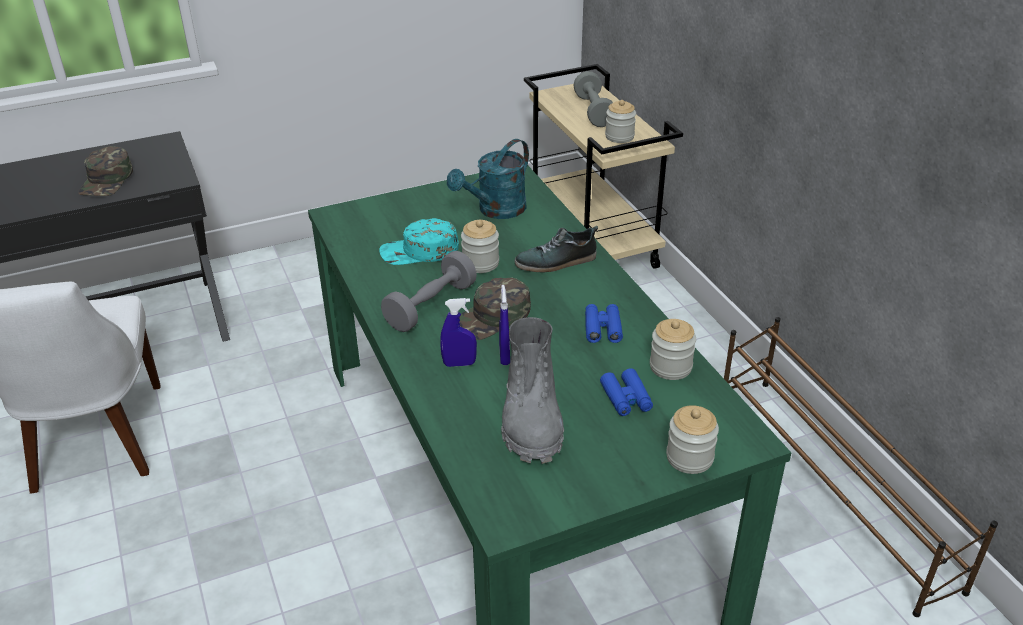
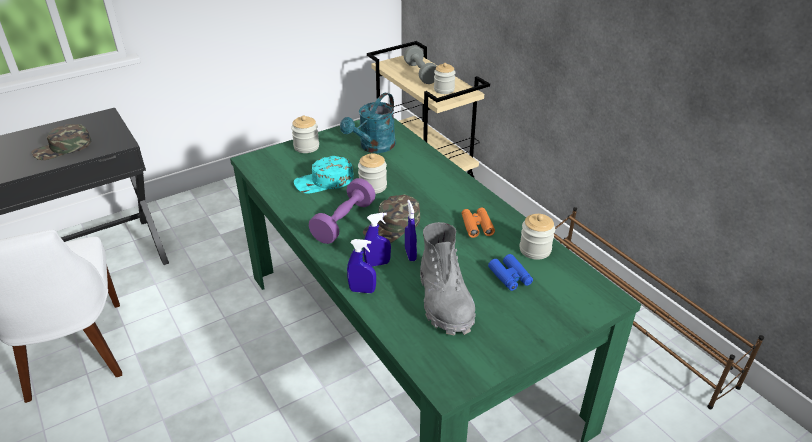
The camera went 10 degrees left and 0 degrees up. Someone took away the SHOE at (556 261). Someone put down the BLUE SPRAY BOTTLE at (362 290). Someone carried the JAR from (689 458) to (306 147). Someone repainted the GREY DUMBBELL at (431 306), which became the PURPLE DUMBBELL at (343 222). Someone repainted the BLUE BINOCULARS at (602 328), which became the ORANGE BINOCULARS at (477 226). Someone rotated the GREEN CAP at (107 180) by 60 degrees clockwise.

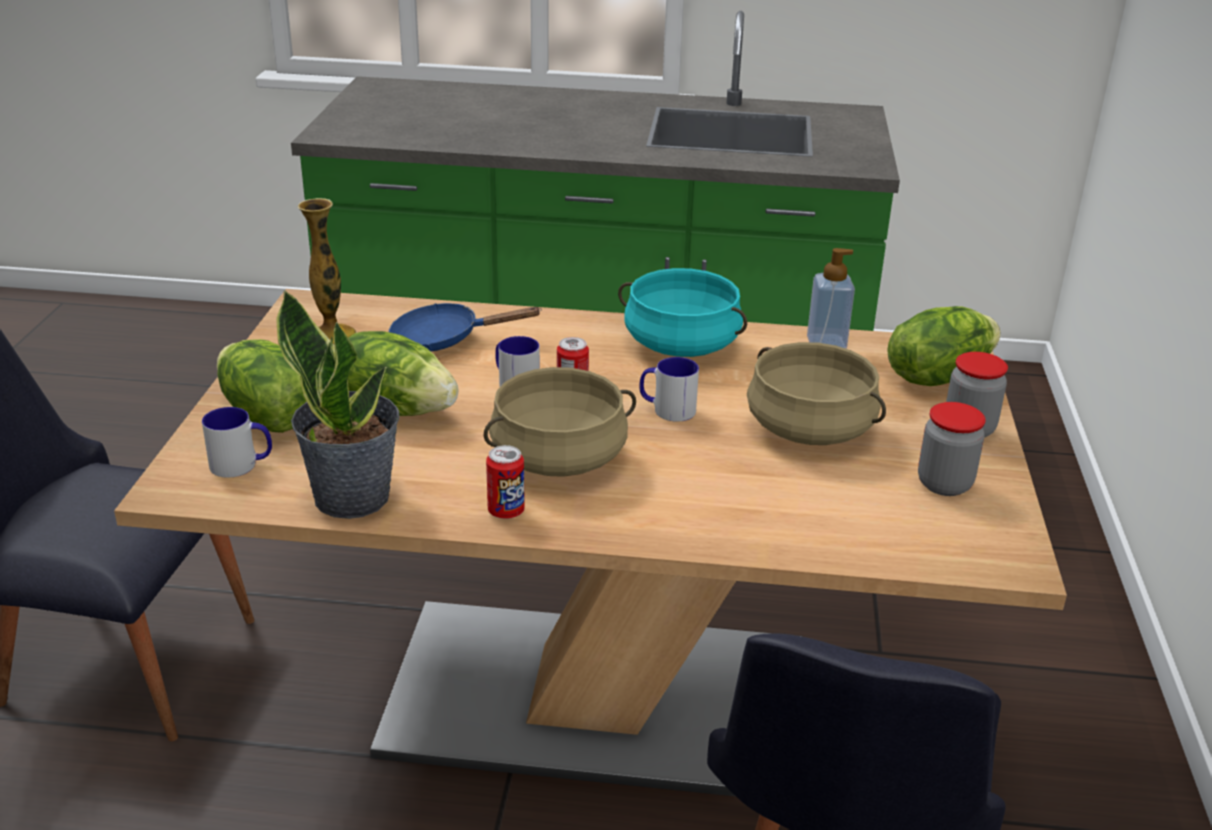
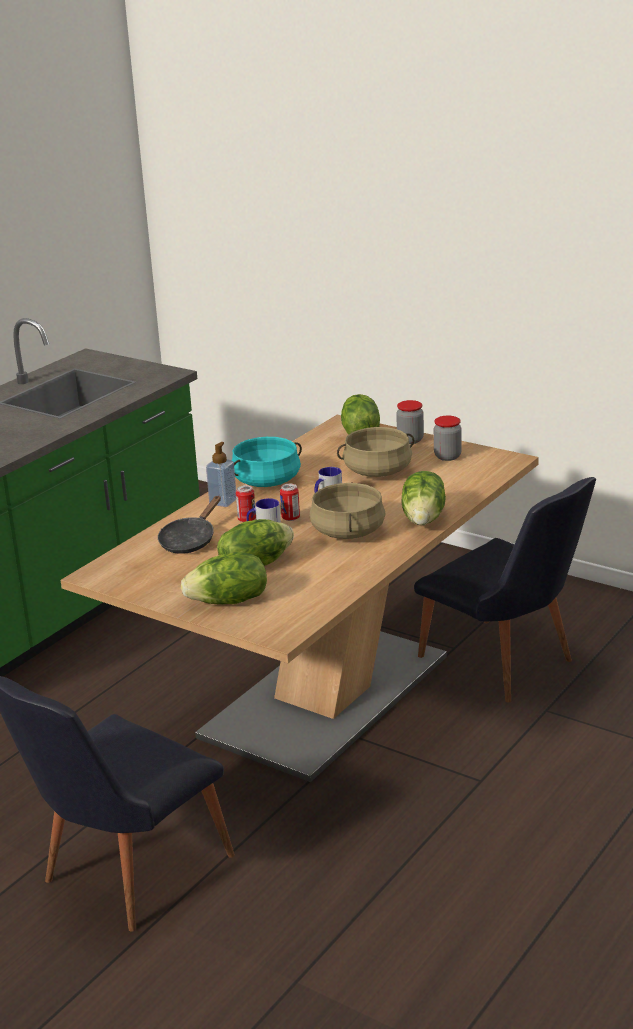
The camera went 60 degrees left and 5 degrees down. Someone took away the MUG at (242 465). Someone took away the POTTED PLANT at (353 496). Someone took away the VASE at (332 335). Someone put down the LETTUCE at (424 519). Someone carried the CAN from (506 511) to (247 520). Someone carried the SOAP DISPENSER from (826 343) to (223 502). Someone repainted the BLUE FRYING PAN at (444 339), which became the BLACK FRYING PAN at (190 540).

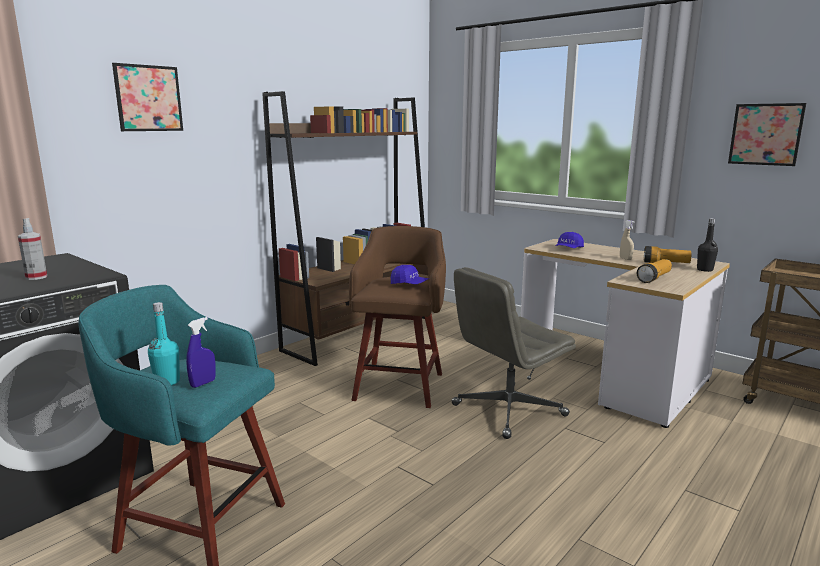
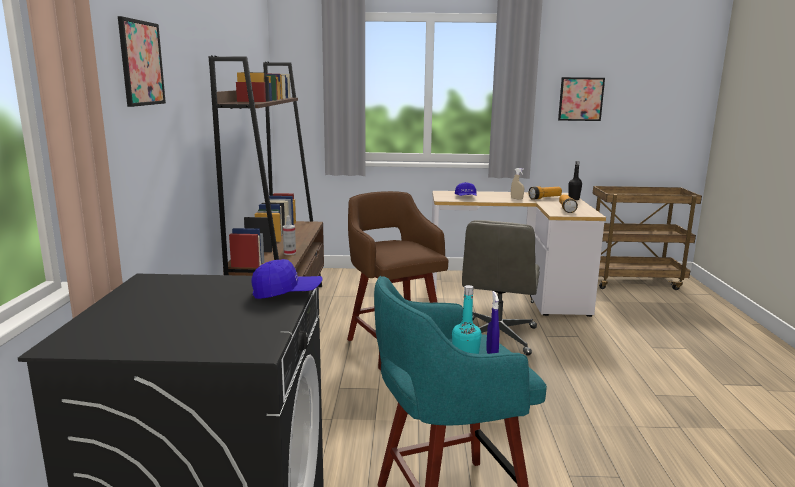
The camera went 40 degrees left and 0 degrees up. Someone carried the SPRAY BOTTLE from (36 277) to (289 253). Someone carried the BLUE CAP from (409 285) to (287 293).

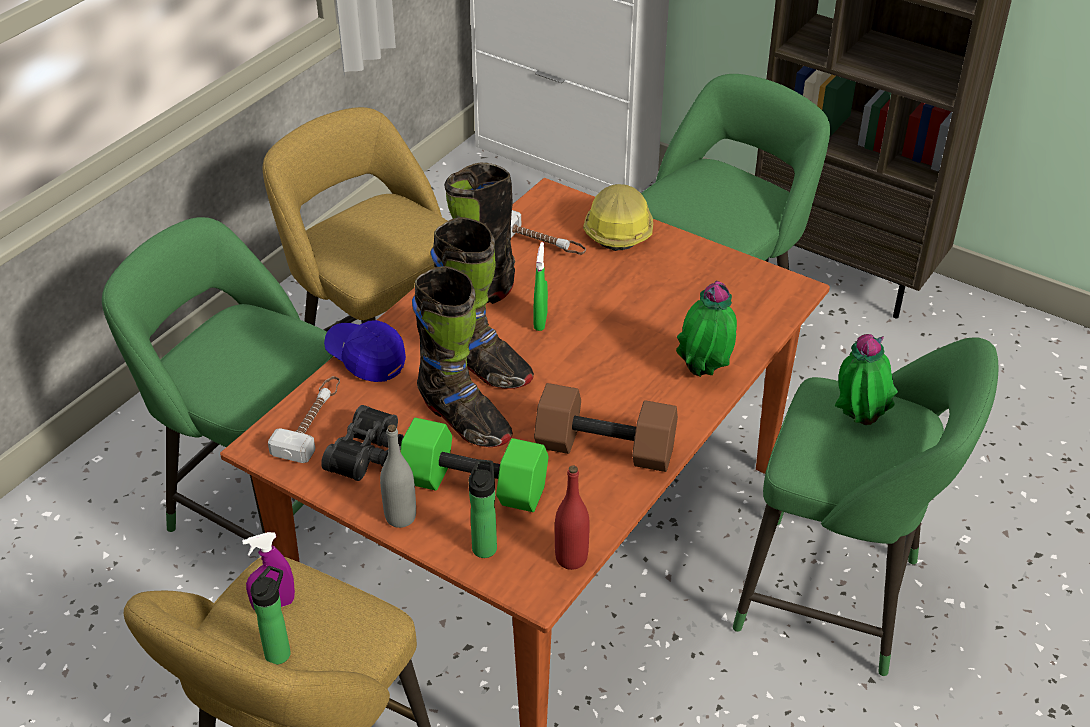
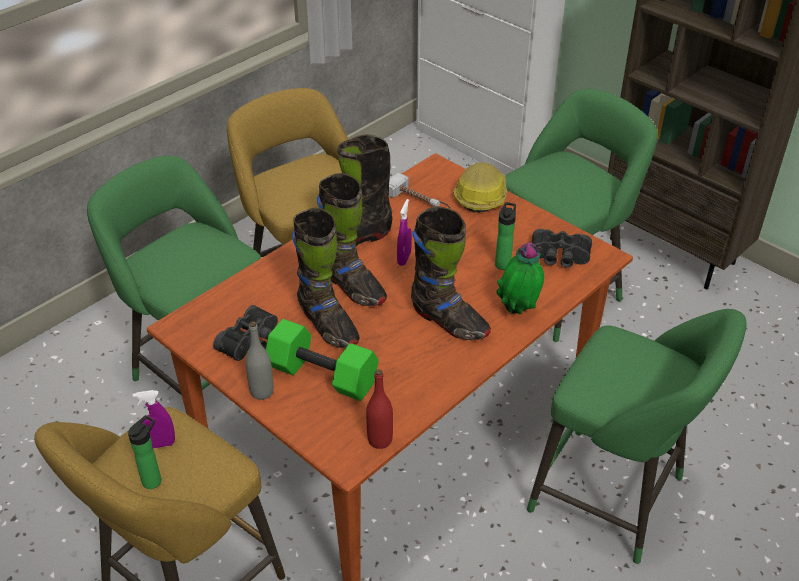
The camera went 10 degrees right and 0 degrees up. Someone took away the HAMMER at (312 423). Someone took away the BLUE CAP at (366 358). Someone took away the BROWN DUMBBELL at (607 447). Someone took away the POTTED PLANT at (858 419). Someone put down the BLACK BOOT at (449 322). Someone put down the BLACK BINOCULARS at (559 257). Someone carried the BOTTLE from (485 545) to (503 263). Someone repainted the GREEN SPRAY BOTTLE at (540 321), which became the PURPLE SPRAY BOTTLE at (404 258).

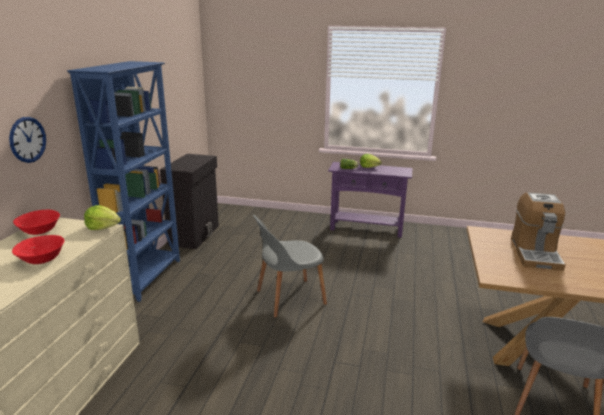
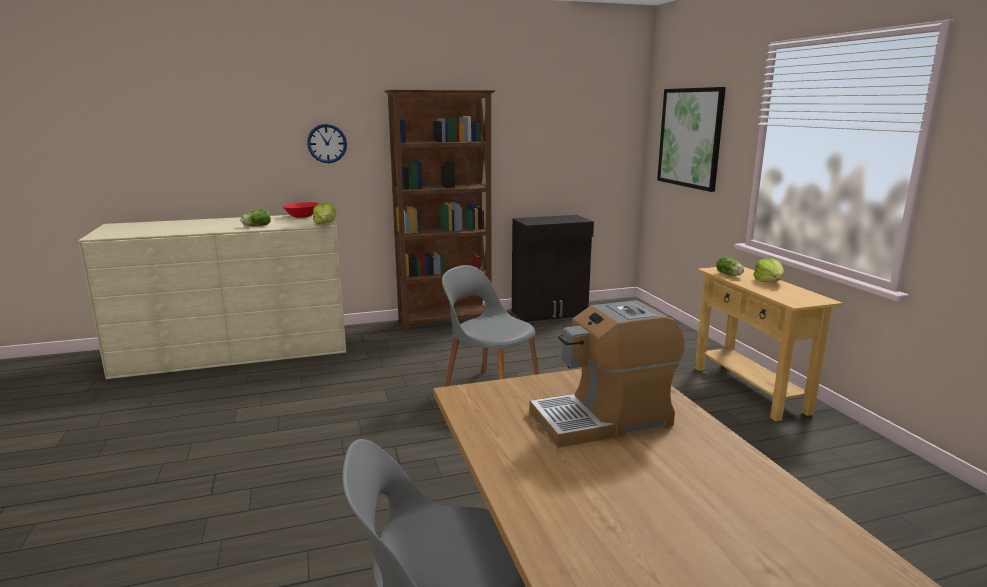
The camera went 60 degrees right and 5 degrees down. Someone put up the PICTURE at (690 138). Someone swapped the RED BOWL at (42 259) for the LETTUCE at (256 226). Someone repainted the BLUE BOOKCASE at (147 277), which became the BROWN BOOKCASE at (445 322). Someone repainted the PURPLE CONSOLE TABLE at (366 228), which became the BEIGE CONSOLE TABLE at (749 389).

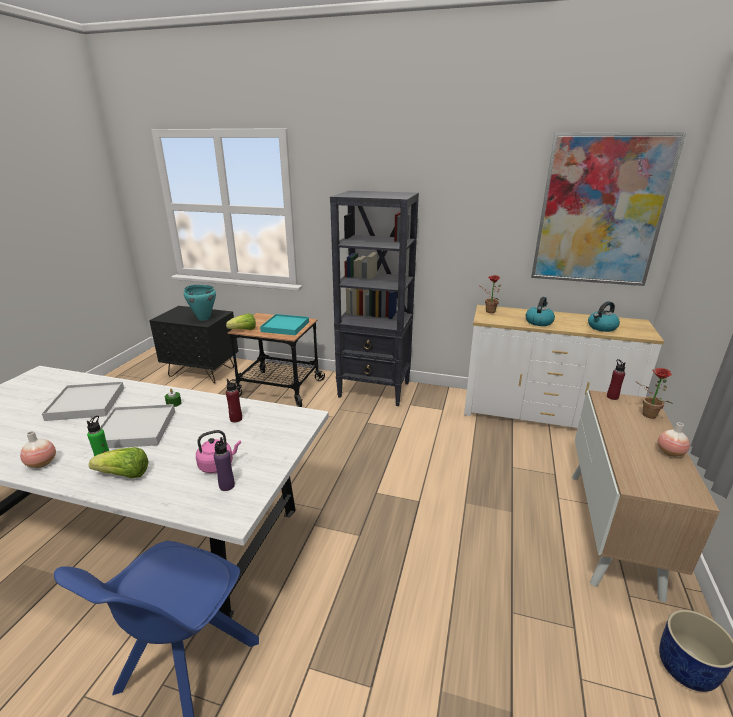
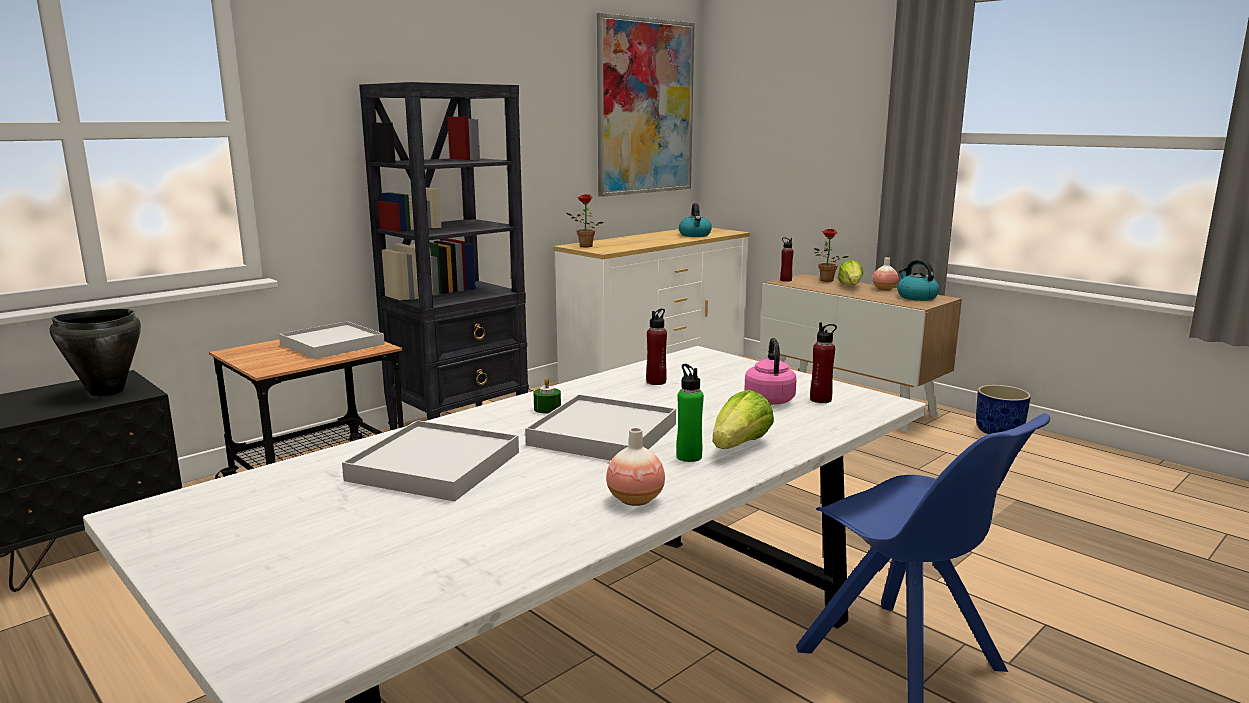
The camera went 60 degrees left and 10 degrees down. Someone carried the LETTUCE from (243 330) to (850 287). Someone carried the KETTLE from (538 322) to (916 297). Someone repainted the TURQUOISE COOKING POT at (203 318), which became the BLACK COOKING POT at (106 392). Someone repainted the PURPLE BOTTLE at (227 486), which became the RED BOTTLE at (820 399). Someone repainted the TURQUOISE TRAY at (285 326), which became the WHITE TRAY at (332 344).

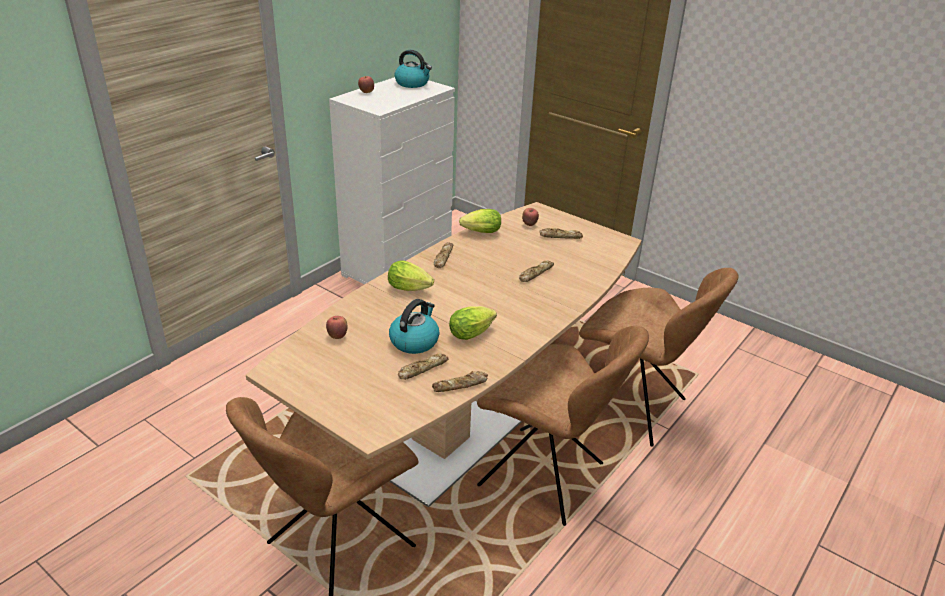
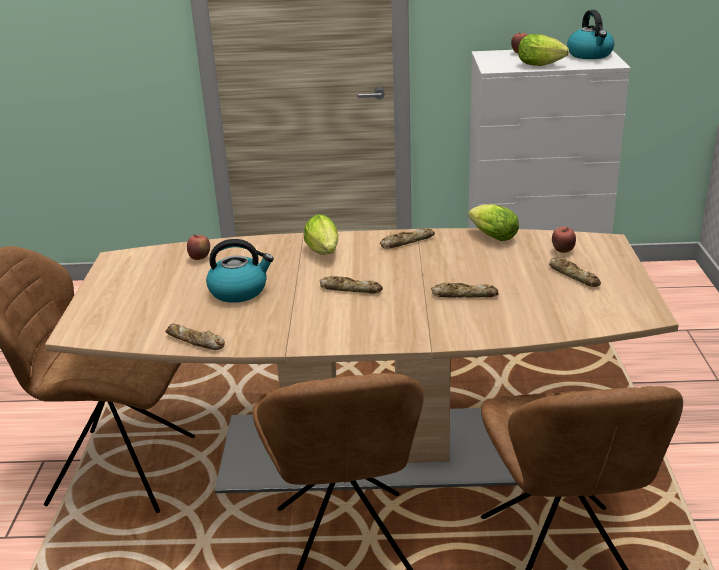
The camera went 55 degrees right and 5 degrees down. Someone carried the BREAD from (422 369) to (350 289). Someone carried the LETTUCE from (473 333) to (542 65).

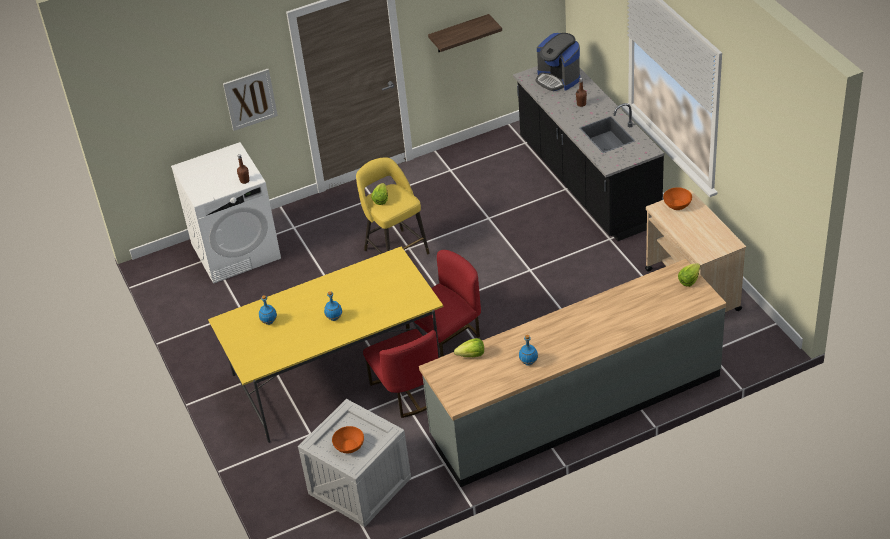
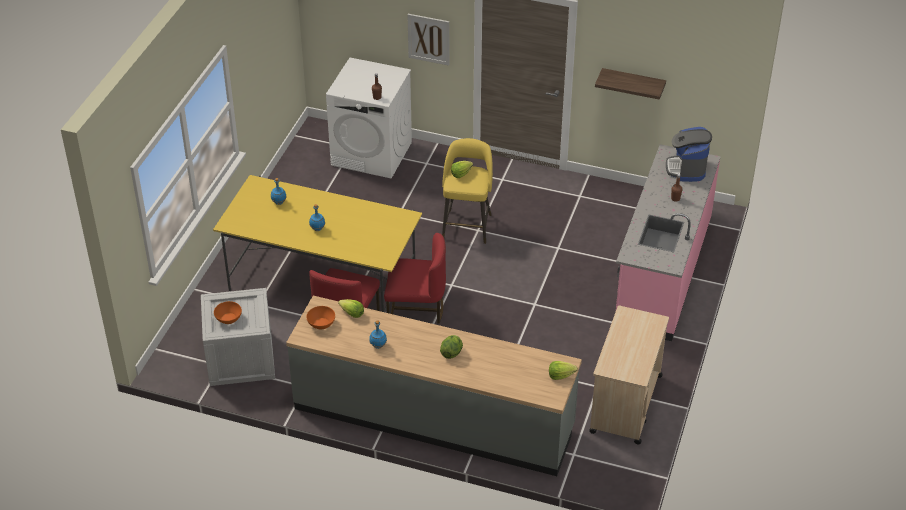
The camera went 40 degrees right and 0 degrees up. Someone put down the LETTUCE at (451 352). Someone carried the ORANGE BOWL from (677 205) to (321 323). Someone repainted the BLACK COUNTER at (587 183), which became the PINK COUNTER at (661 273).

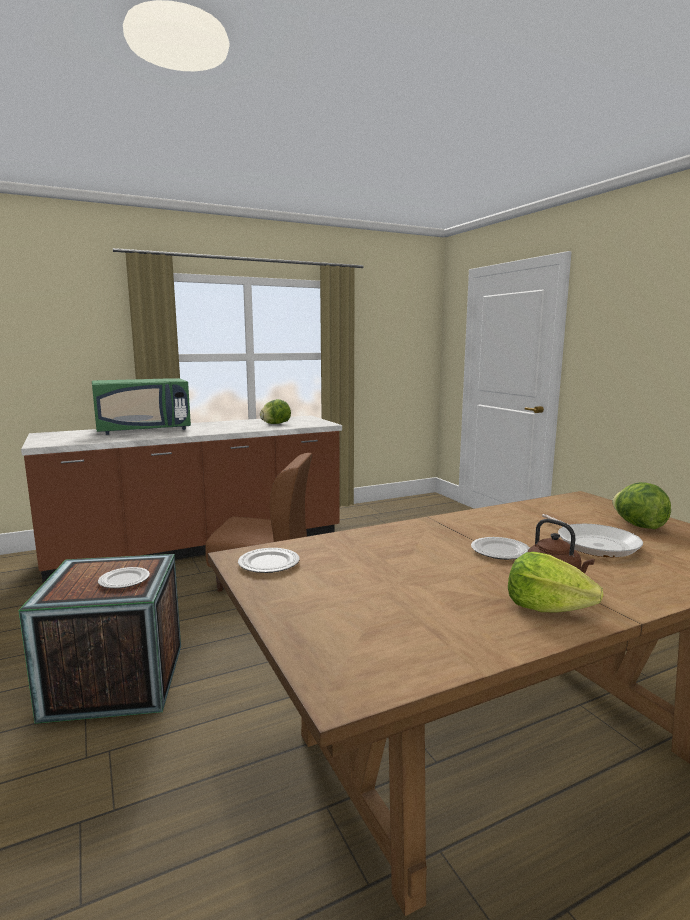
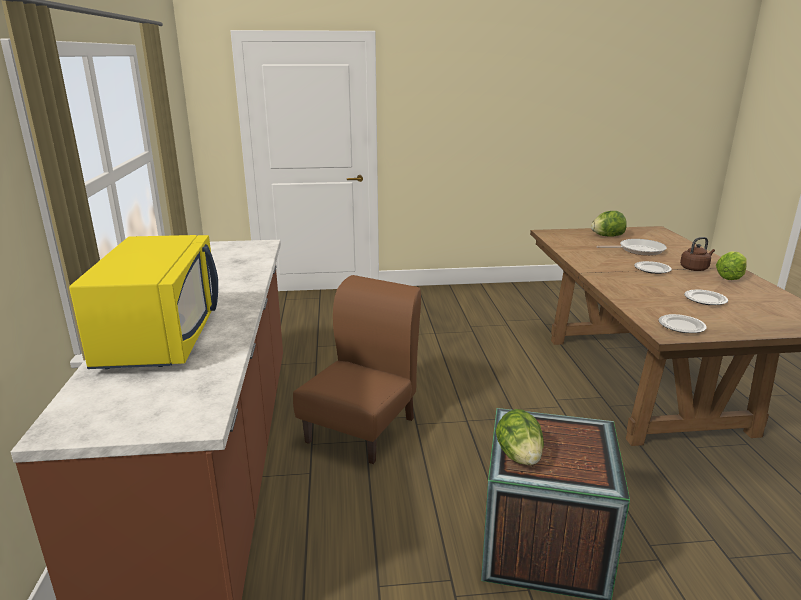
The camera went 70 degrees left and 10 degrees up. Someone carried the PLATE from (124 580) to (704 299). Someone carried the LETTUCE from (275 424) to (519 456). Someone repainted the GREEN MICROWAVE at (144 430), which became the YELLOW MICROWAVE at (160 338).

